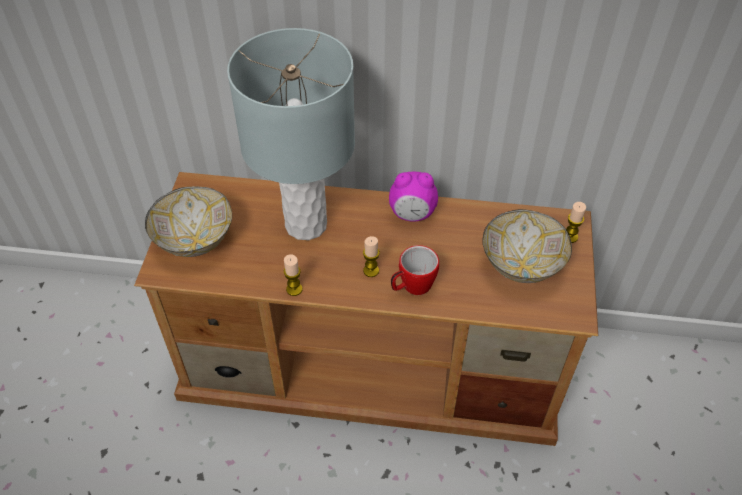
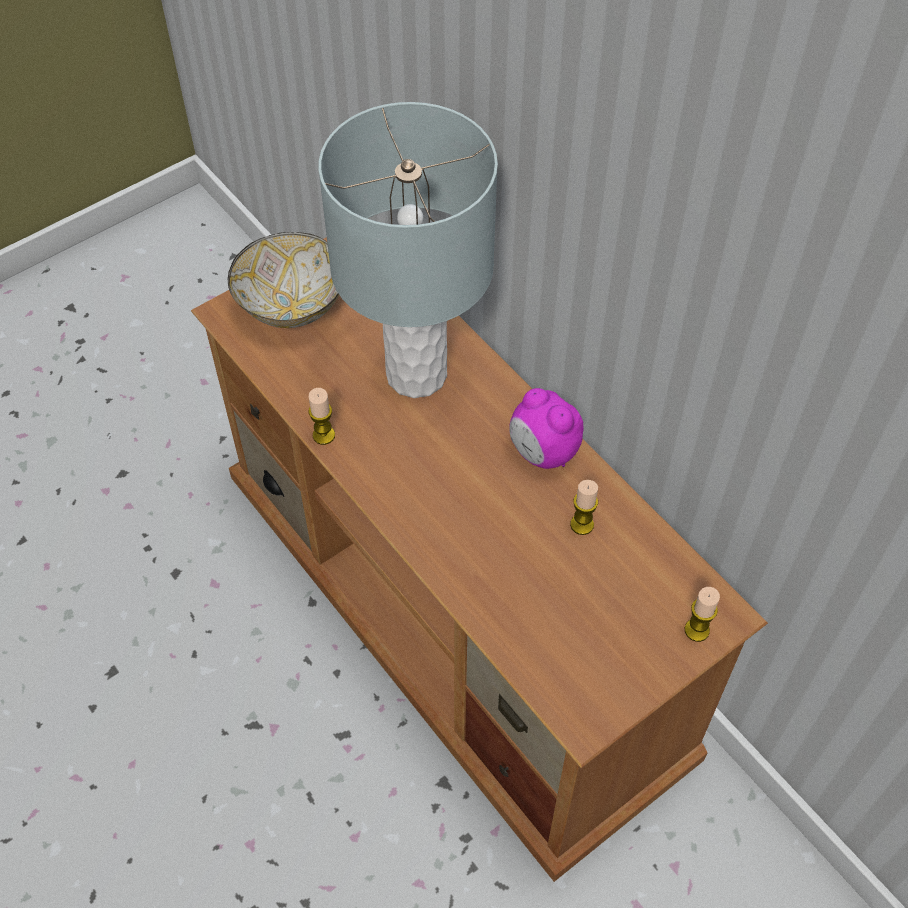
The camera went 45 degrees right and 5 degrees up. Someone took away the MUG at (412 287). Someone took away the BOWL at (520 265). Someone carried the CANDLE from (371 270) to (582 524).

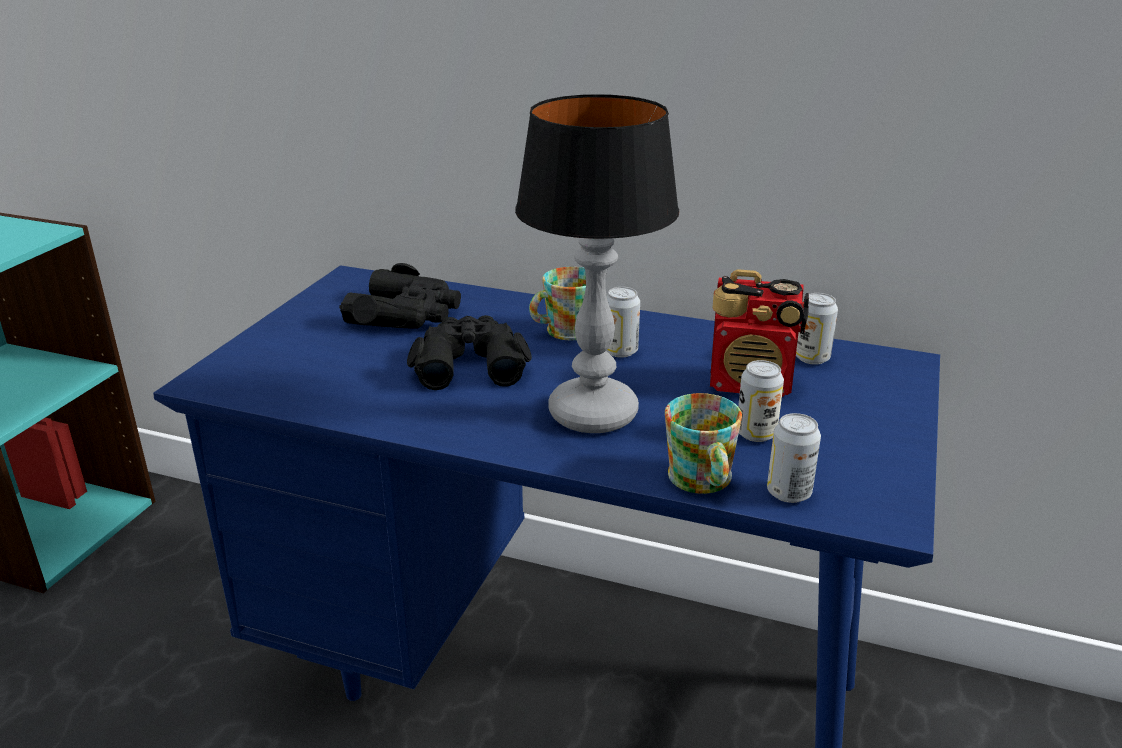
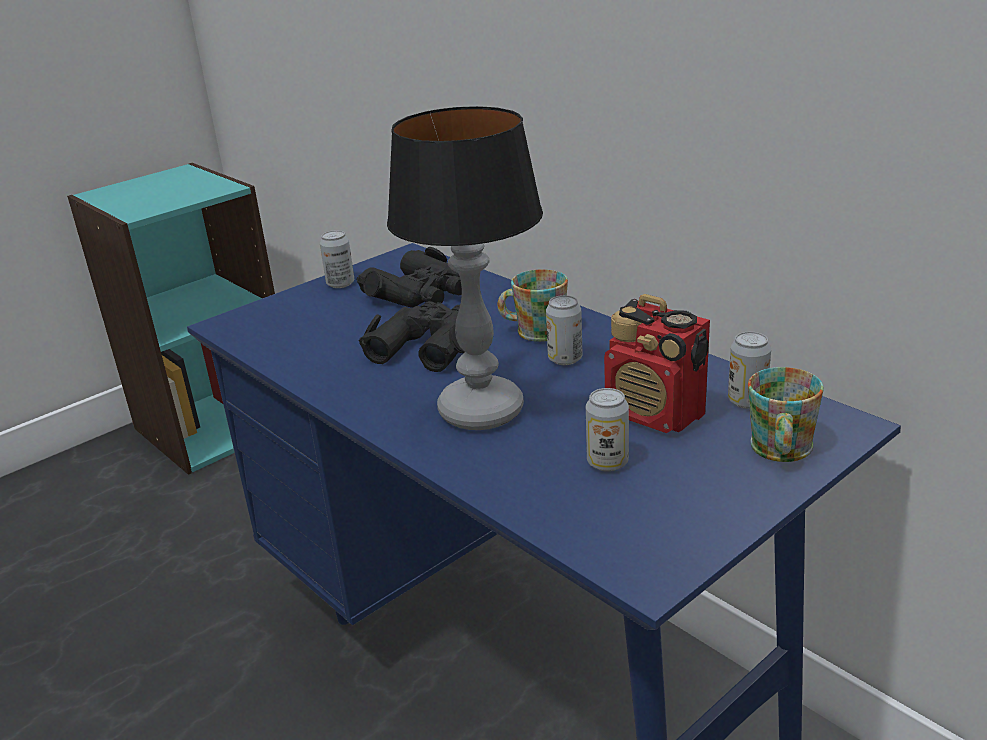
The camera went 30 degrees right and 0 degrees up. Someone carried the MUG from (701 481) to (779 451). Someone carried the CAN from (788 493) to (340 284).

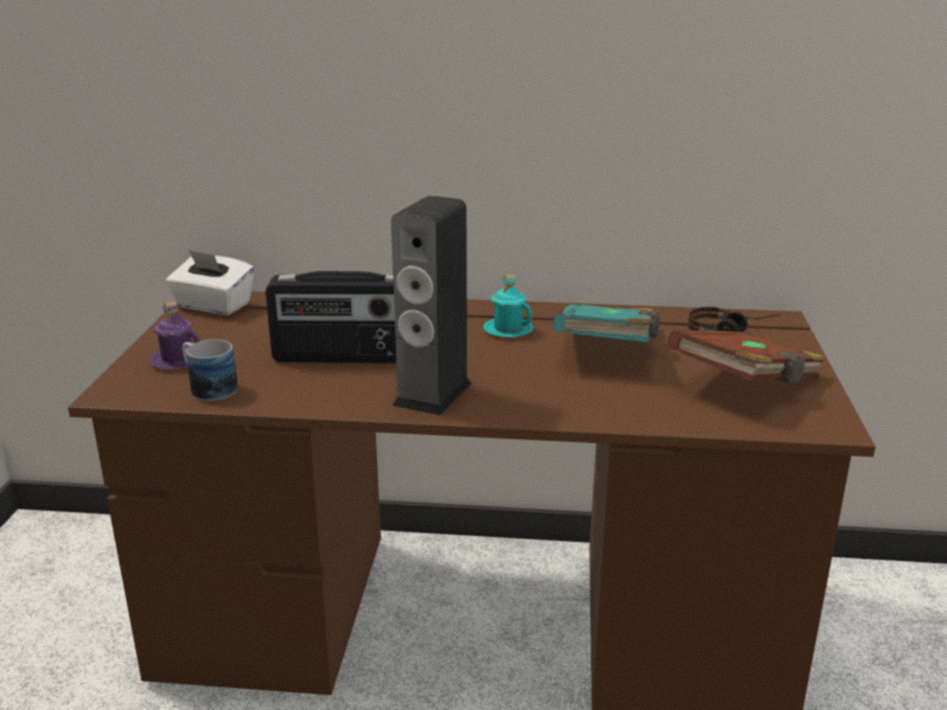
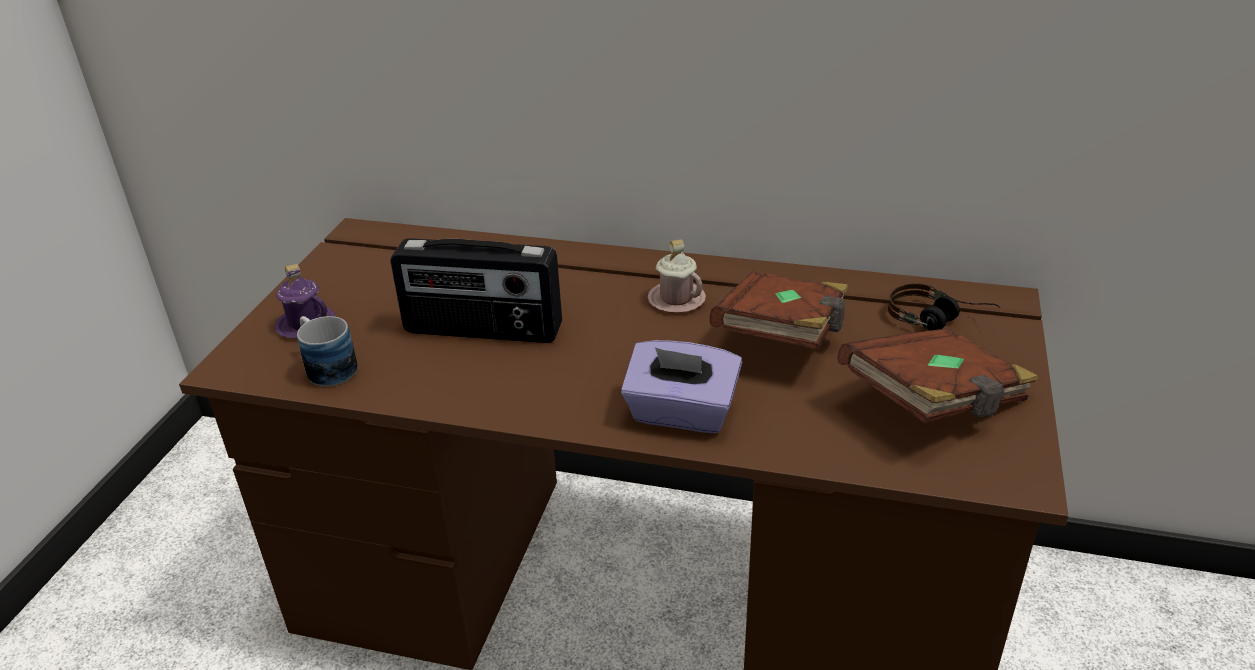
The camera went 10 degrees right and 10 degrees up. Someone took away the WHITE TISSUE BOX at (213 306). Someone took away the SPEAKER at (433 394). Someone put down the PURPLE TISSUE BOX at (681 414). Someone repainted the TURQUOISE MUG at (508 330), which became the PINK MUG at (676 299). Someone repainted the TURQUOISE BOOK at (607 349), which became the BROWN BOOK at (784 336).

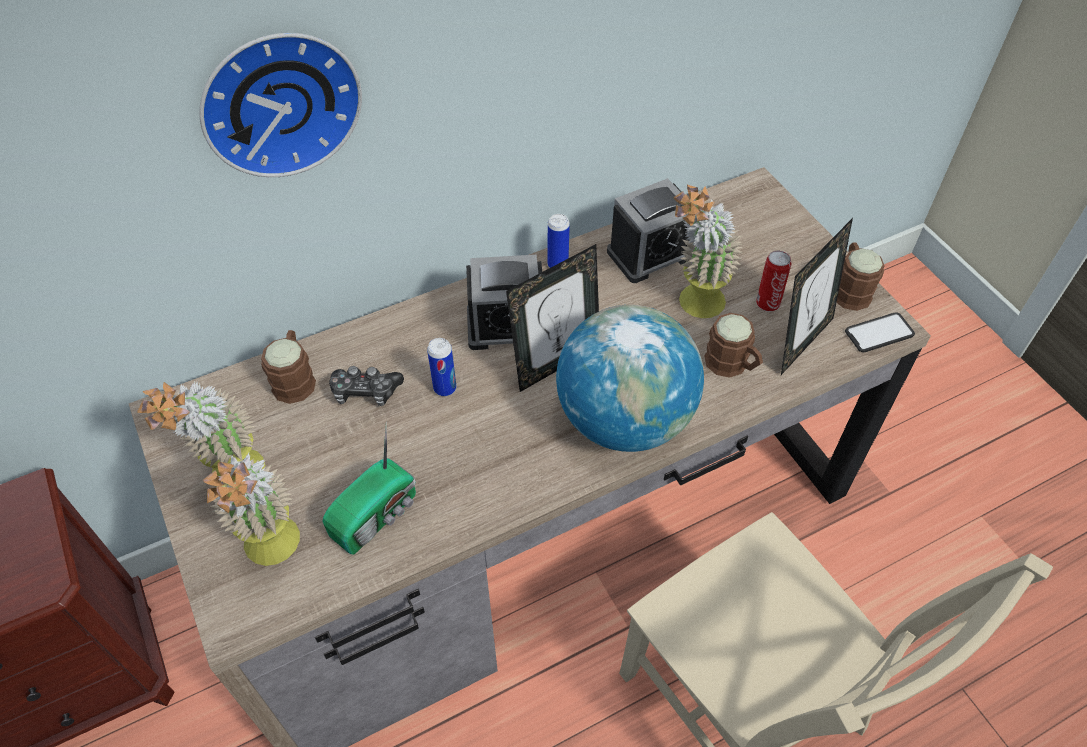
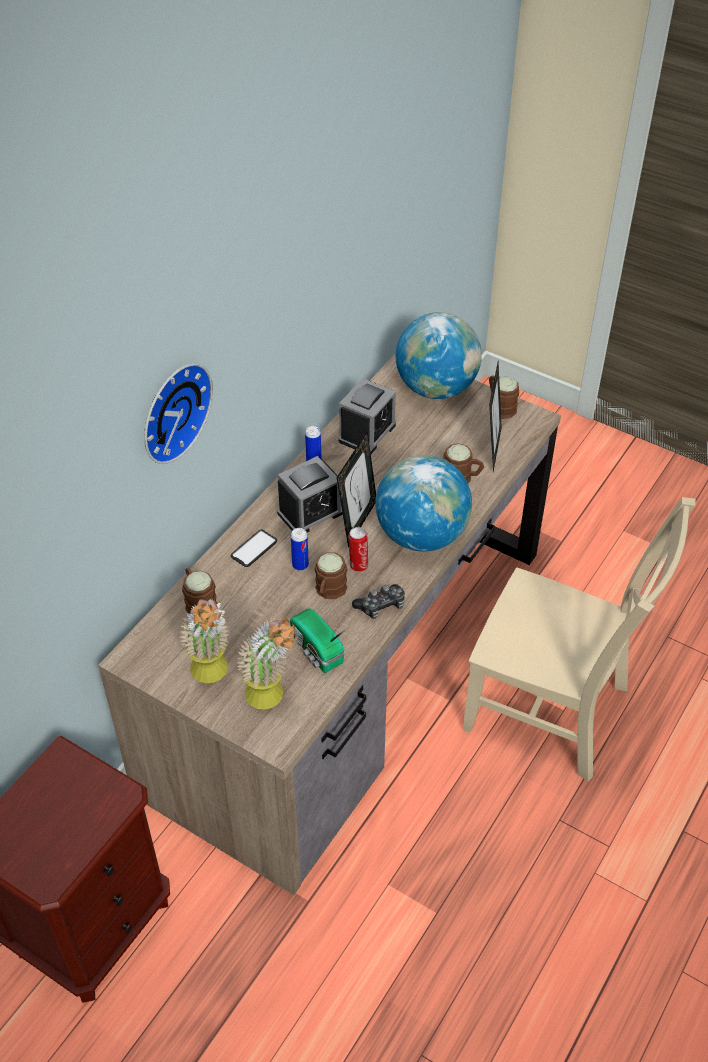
The camera went 30 degrees left and 5 degrees down. Someone took away the POTTED PLANT at (693 307). Someone put down the BROWN MUG at (329 591). Someone put down the GLOBE at (436 388). Someone carried the GAME CONTROLLER from (365 392) to (381 606). Someone carried the CAN from (767 302) to (358 565). Someone carried the PHONE from (879 333) to (254 549). Someone rotated the RADIO at (377 515) by 135 degrees clockwise.

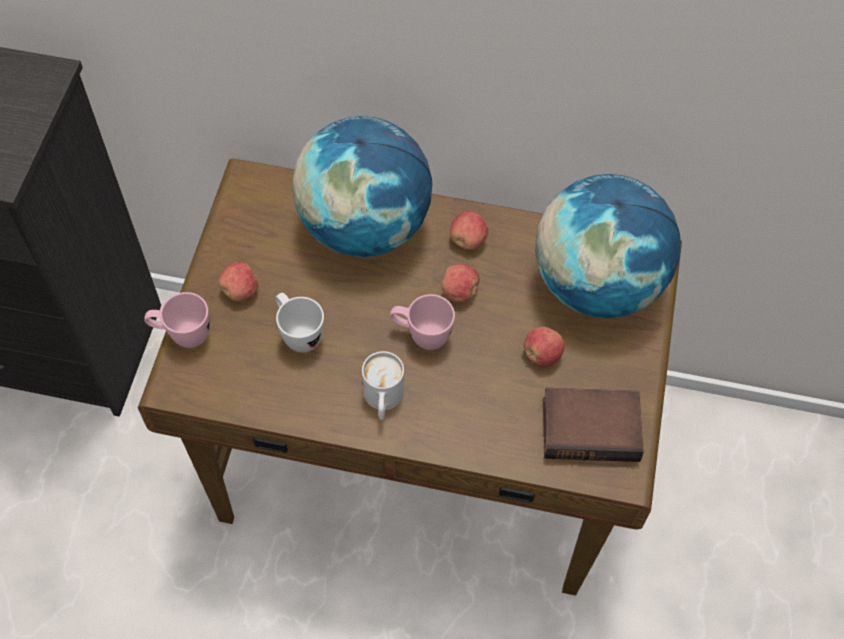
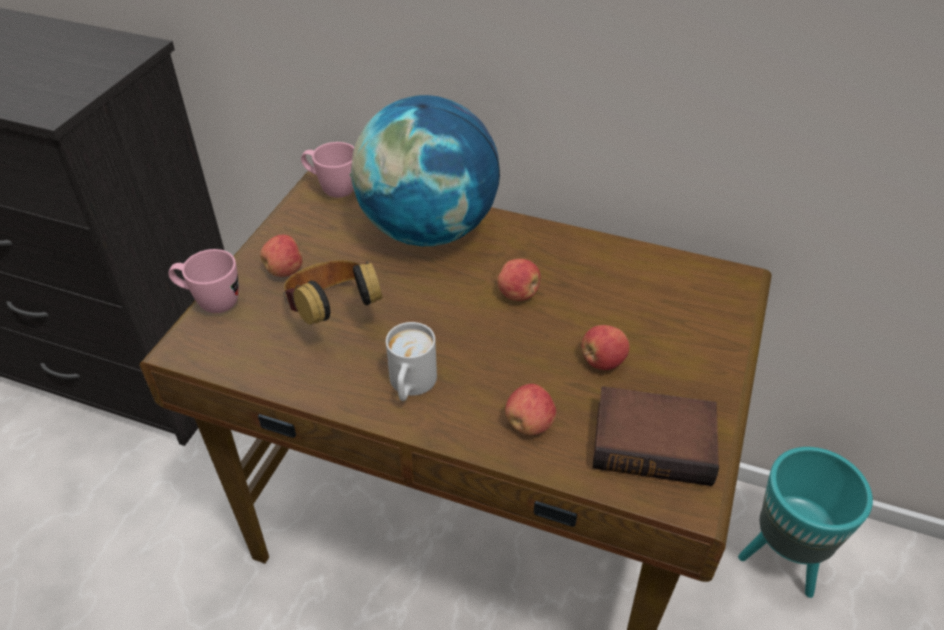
The camera went 10 degrees right and 15 degrees down. Someone took away the GLOBE at (596 284). Someone put down the TURQUOISE PLANTER at (781 561). Someone carried the PINK MUG from (421 335) to (332 189). Someone carried the APPLE from (468 240) to (530 423). Someone swapped the WHITE MUG at (298 333) for the HEADPHONES at (333 313).

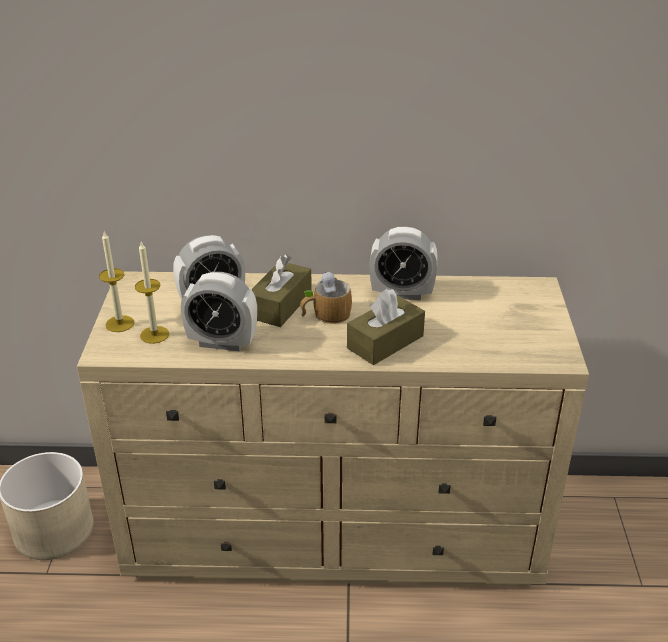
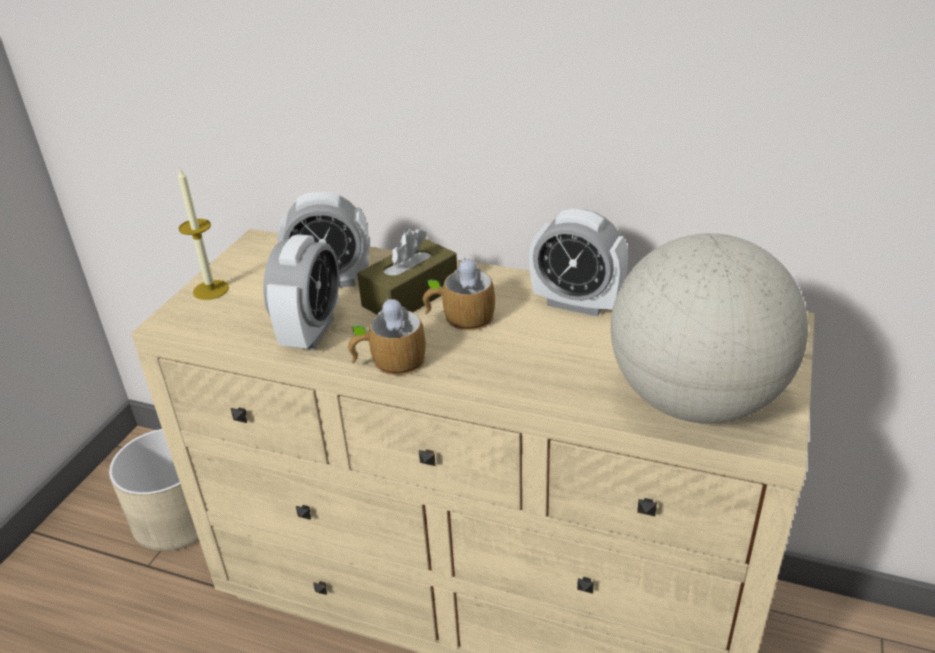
The camera went 20 degrees right and 0 degrees up. Someone took away the CANDLE at (154 335). Someone took away the BROWN TISSUE BOX at (385 342). Someone put down the MUG at (389 361). Someone put down the GLOBE at (696 401). Someone rotated the ALARM CLOCK at (222 342) by 105 degrees counterclockwise.

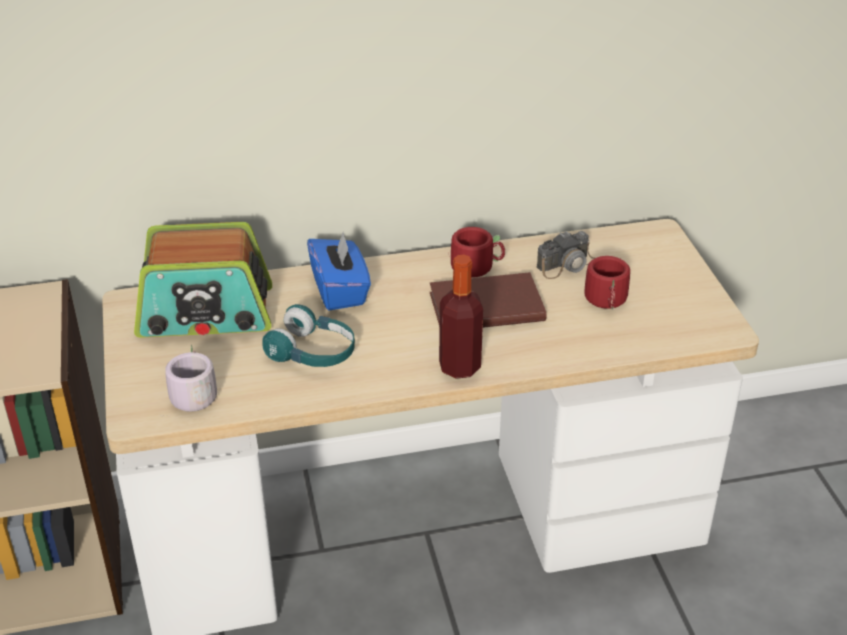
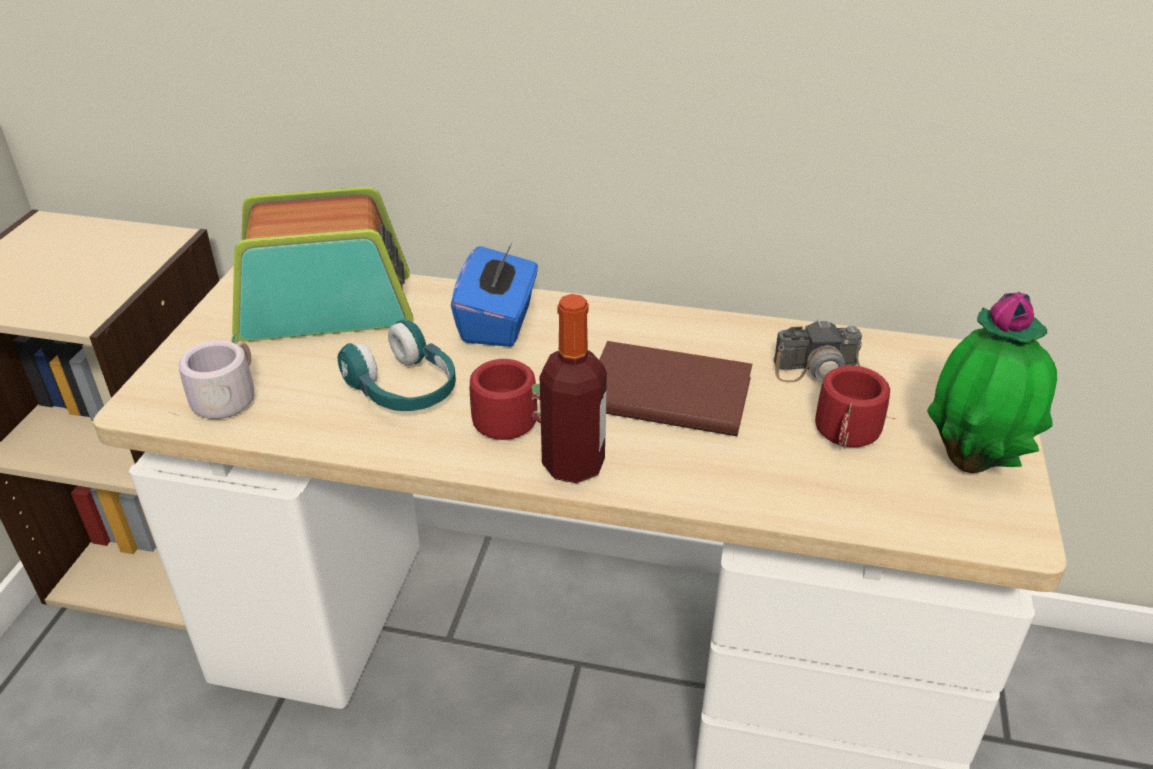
The camera went 25 degrees right and 0 degrees up. Someone put down the POTTED PLANT at (973 462). Someone carried the RED MUG from (476 266) to (514 422). Someone rotated the RADIO at (205 313) by 150 degrees clockwise.

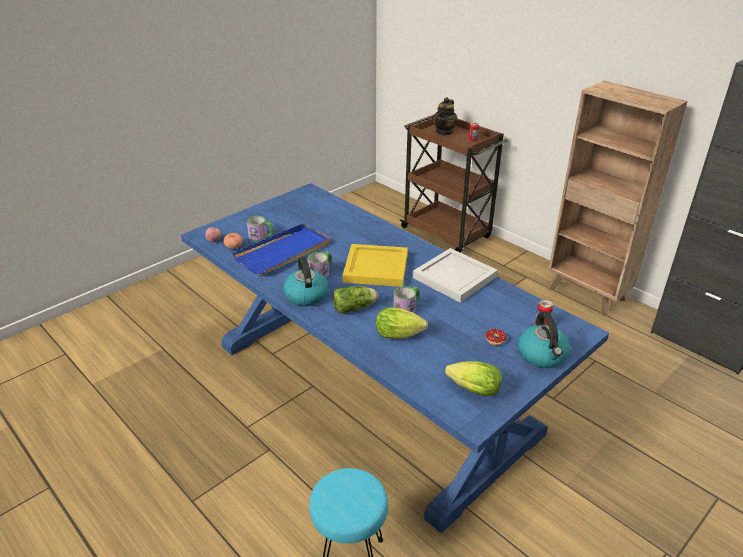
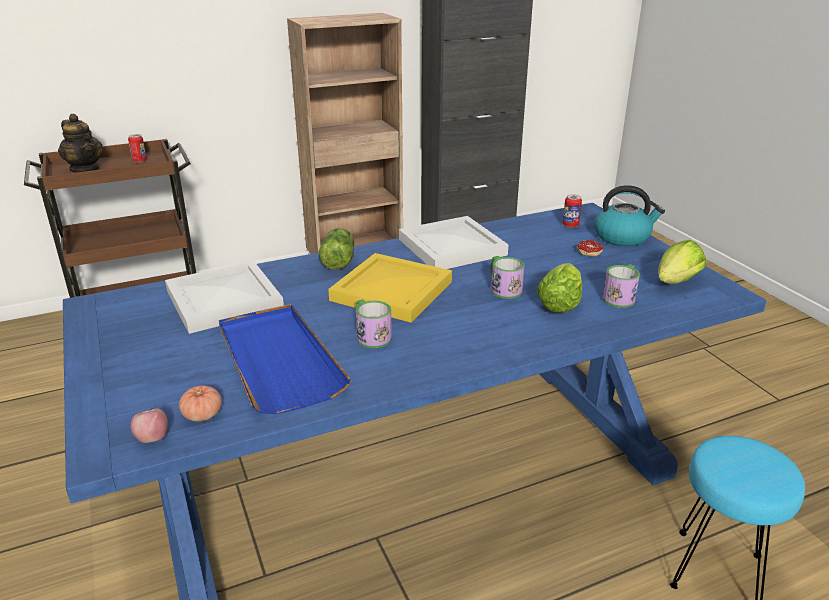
The camera went 70 degrees left and 5 degrees down. Someone took away the KETTLE at (305 295). Someone put down the WHITE TRAY at (223 301). Someone carried the MUG from (261 236) to (621 297). Someone carried the LETTUCE from (355 308) to (339 260).

